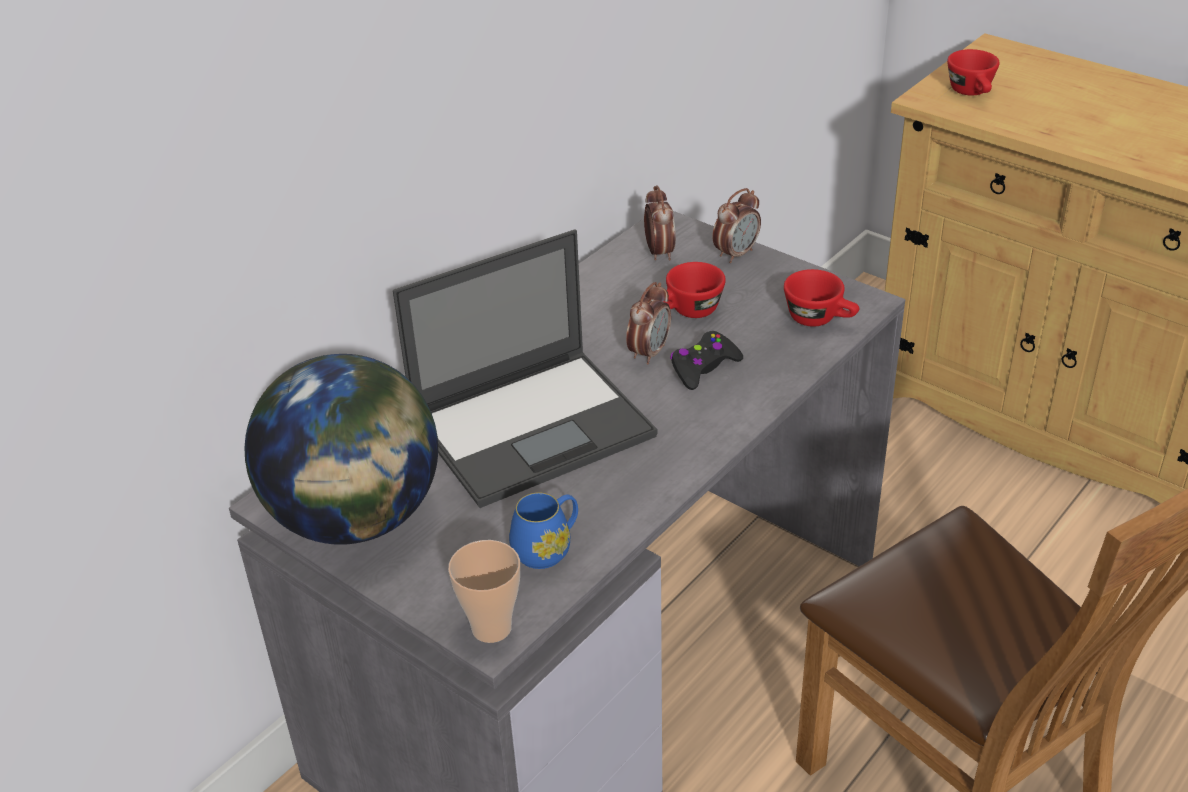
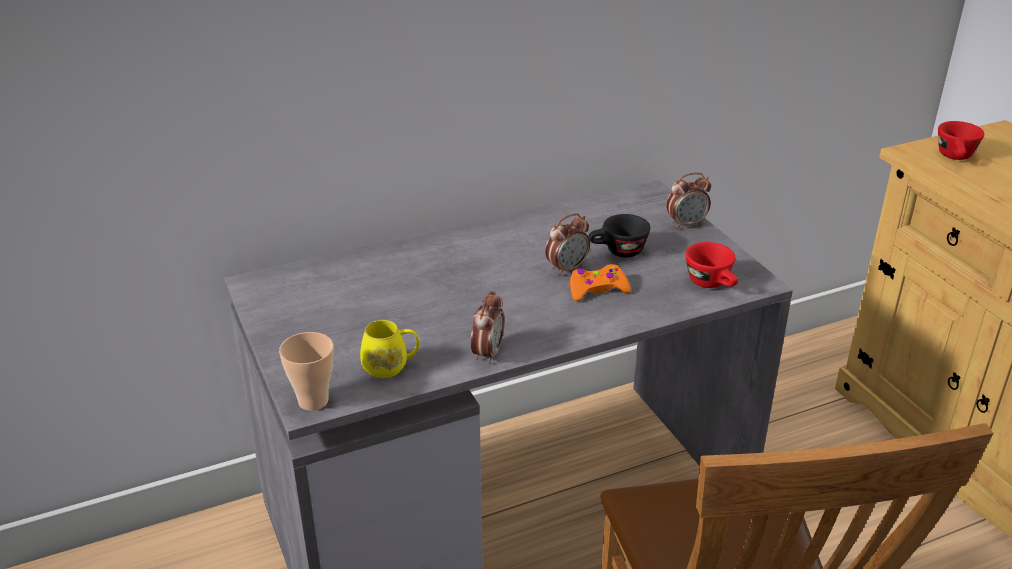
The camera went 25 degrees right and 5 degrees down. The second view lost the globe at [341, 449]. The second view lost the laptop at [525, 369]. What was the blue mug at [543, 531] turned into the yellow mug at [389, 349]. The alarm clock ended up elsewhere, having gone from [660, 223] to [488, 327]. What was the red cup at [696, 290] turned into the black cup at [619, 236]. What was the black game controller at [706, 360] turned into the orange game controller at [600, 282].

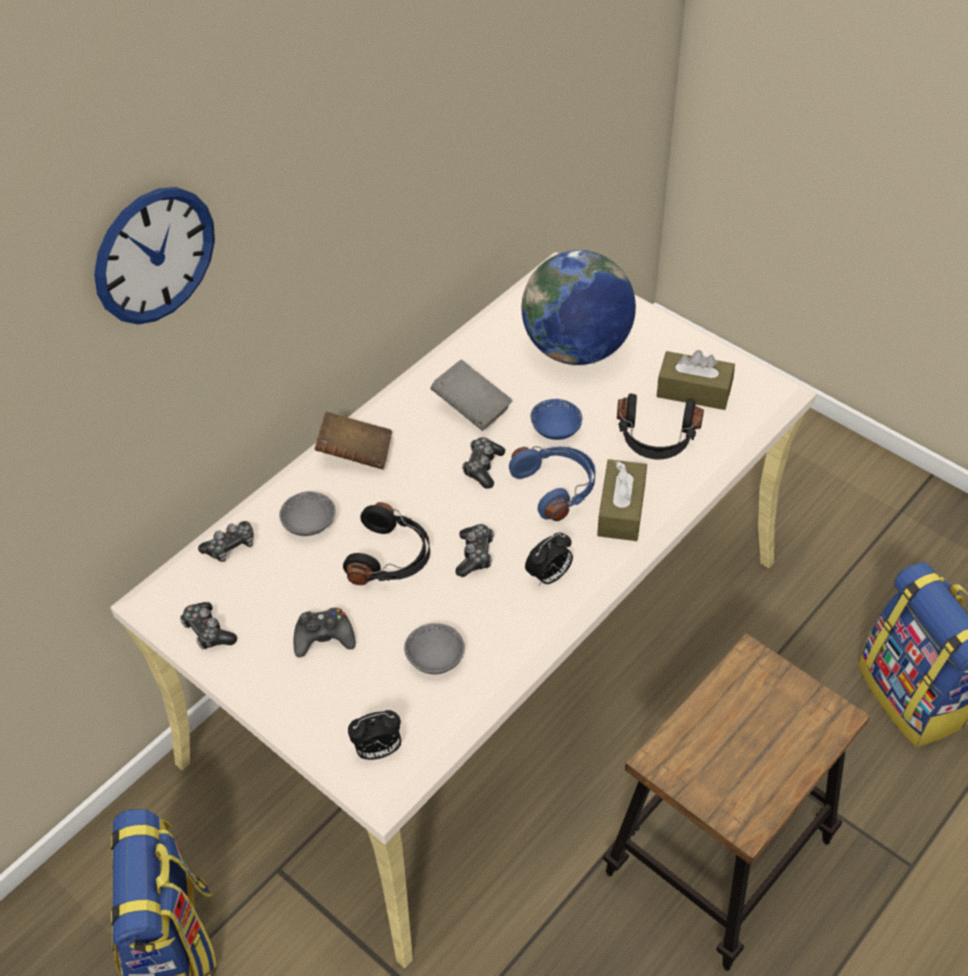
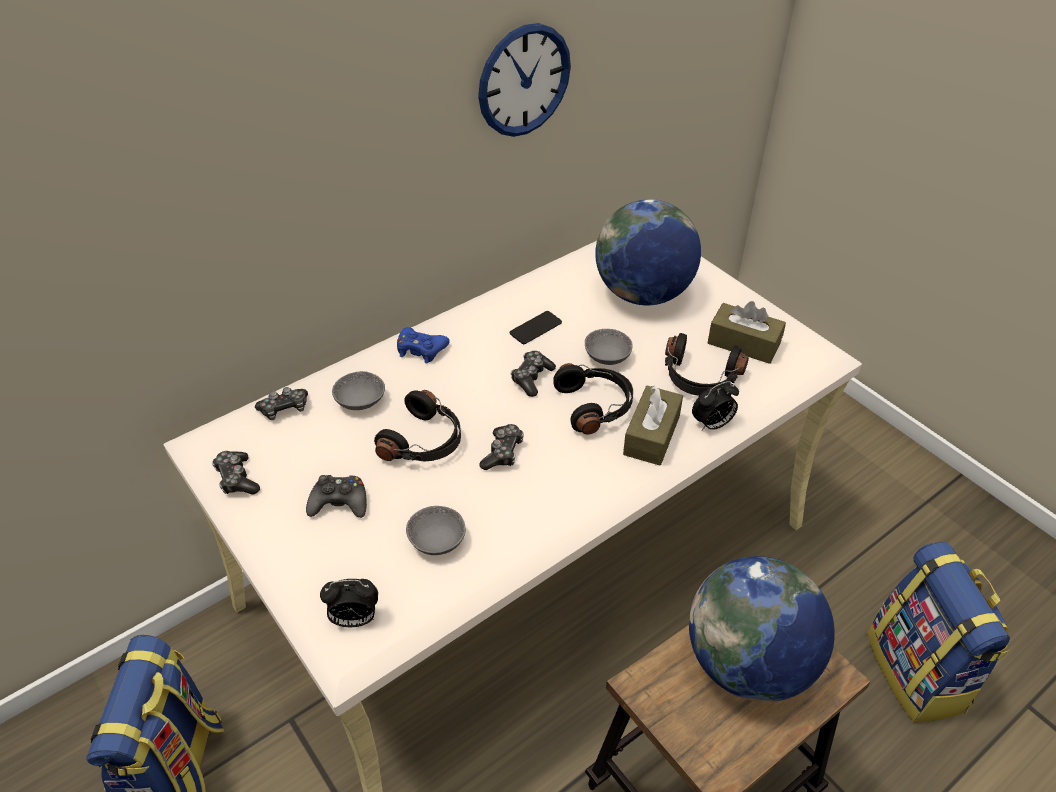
The camera went 10 degrees right and 5 degrees down. The wall clock ended up elsewhere, having gone from [154, 255] to [524, 80]. Where the brown book stood at [353, 441], the blue game controller came to stand at [423, 345]. Where the grey book stood at [471, 395], the phone came to stand at [536, 327]. What was the blue headphones at [552, 483] turned into the black headphones at [593, 399]. The alarm clock ended up elsewhere, having gone from [549, 559] to [715, 406]. What was the blue bowl at [556, 419] turned into the grey bowl at [609, 347]. The second view gained the globe at [762, 629].

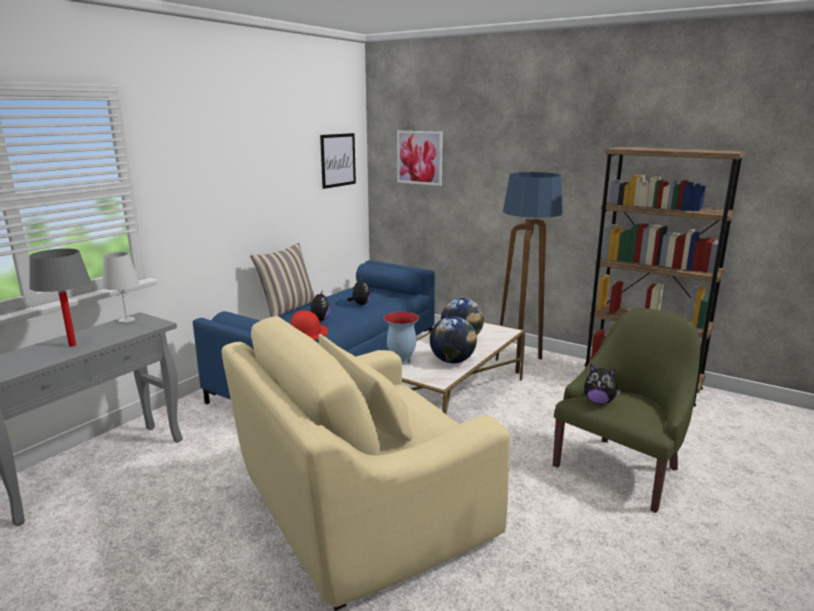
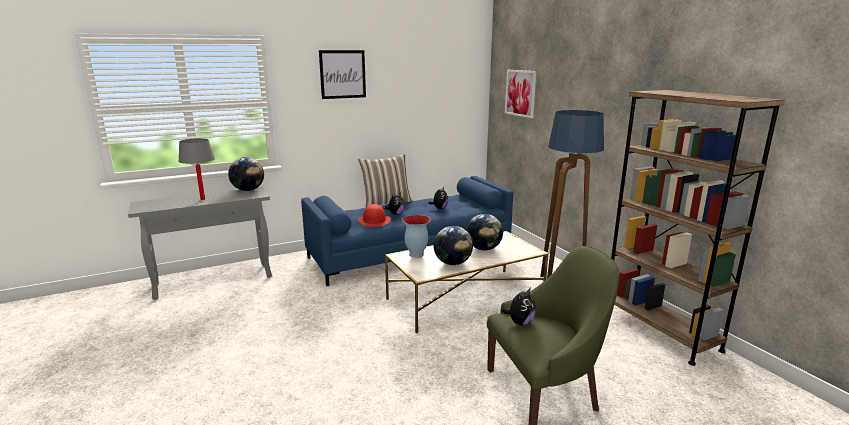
The camera went 30 degrees right and 0 degrees up. Where the white table lamp stood at [121, 287], the globe came to stand at [246, 174]. The second view lost the beige armchair at [365, 463]. The picture ended up elsewhere, having gone from [338, 161] to [342, 74]. The plush toy at [602, 384] ended up facing another way, 105 degrees counterclockwise from before.

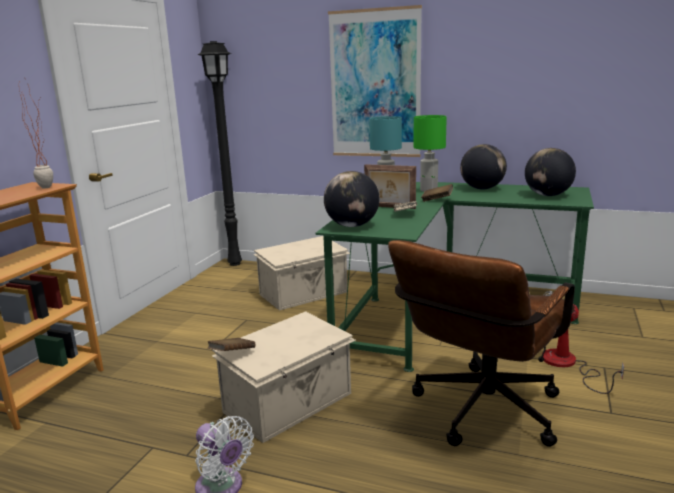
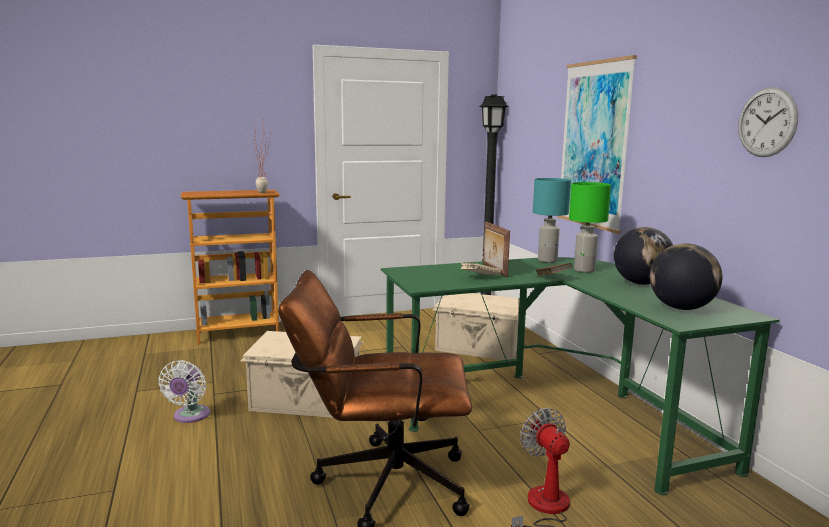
The camera went 50 degrees right and 5 degrees down. The second view lost the brown book at [231, 344]. The second view lost the globe at [352, 199]. The second view gained the wall clock at [768, 122].

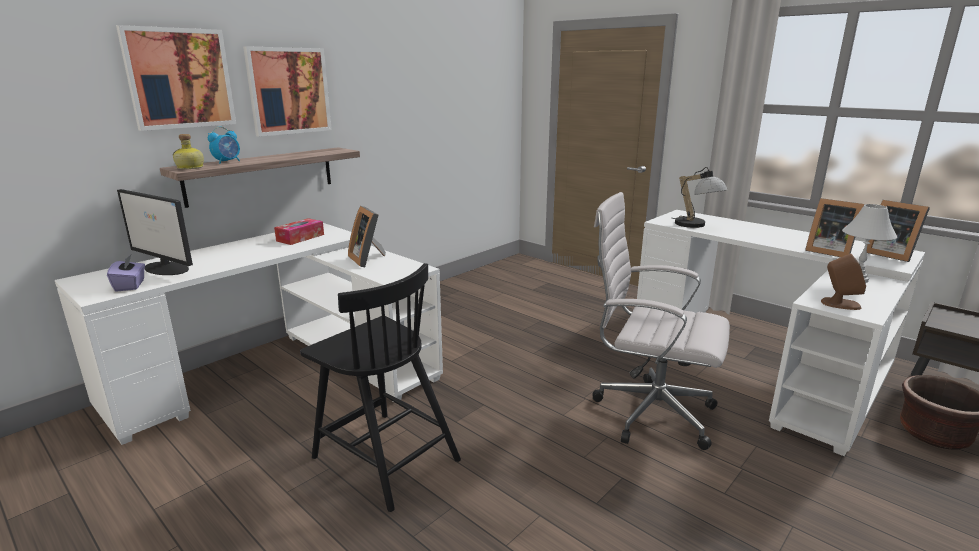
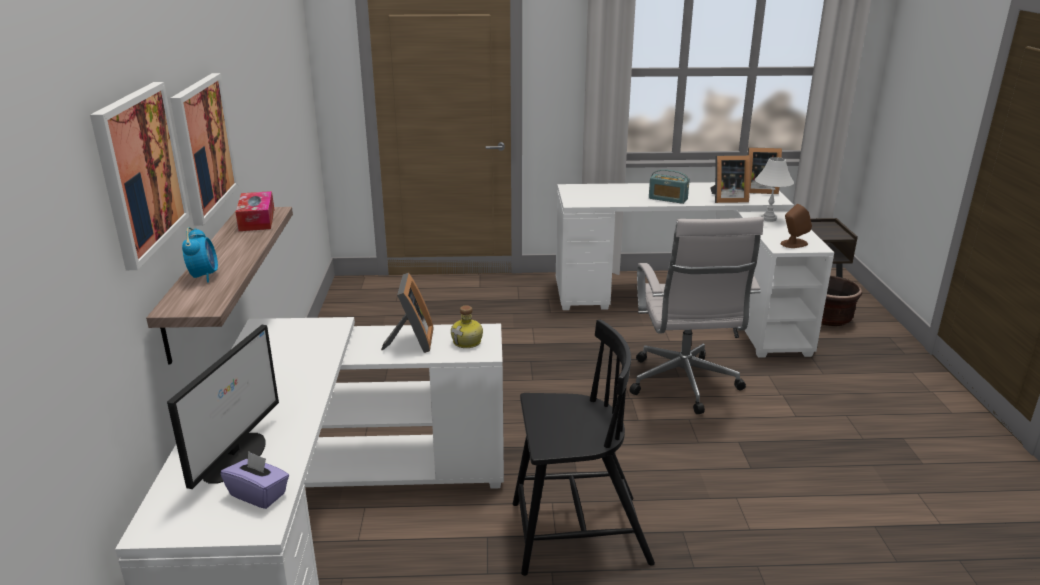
The camera went 45 degrees left and 5 degrees up. The monitor at [155, 232] ended up facing another way, 60 degrees counterclockwise from before. The bottle ended up elsewhere, having gone from [188, 151] to [467, 326]. The tissue box ended up elsewhere, having gone from [299, 231] to [255, 211]. The picture frame at [367, 236] ended up facing another way, 105 degrees counterclockwise from before. The white office chair at [661, 321] ended up facing another way, 75 degrees counterclockwise from before. The second view lost the table lamp at [699, 197]. The second view gained the radio at [669, 186].

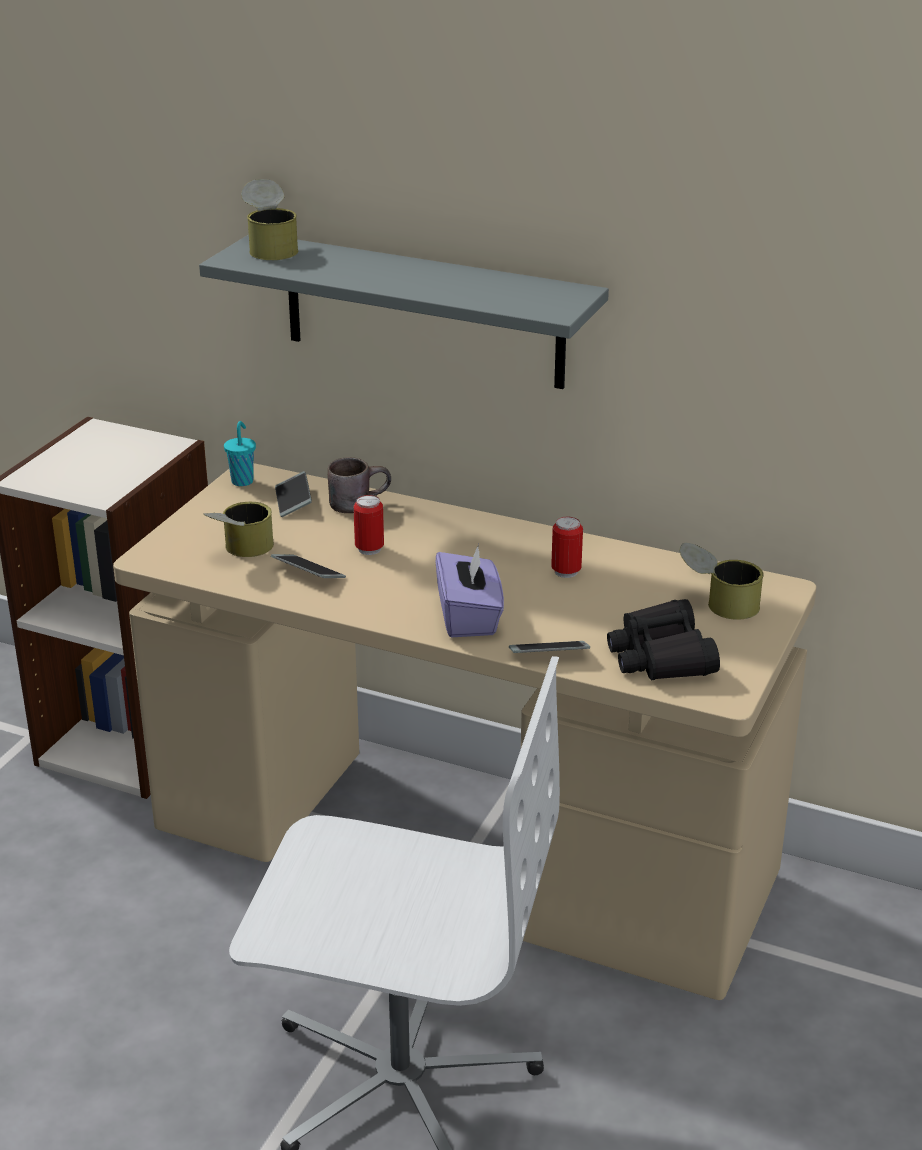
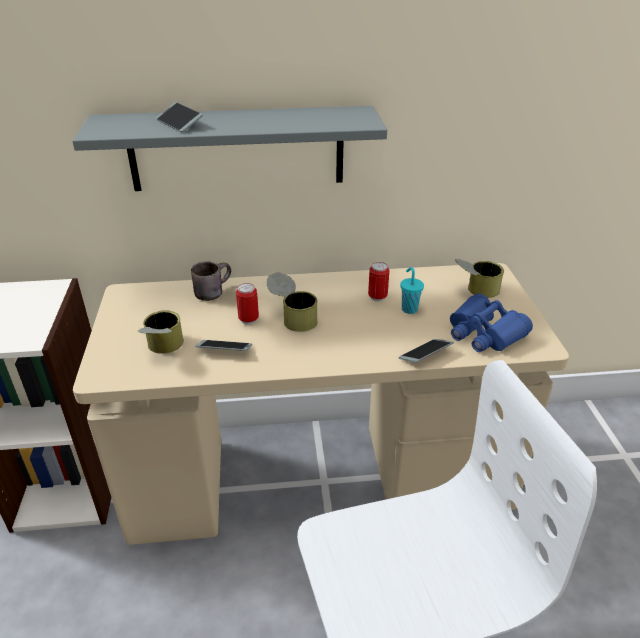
The camera went 30 degrees left and 5 degrees up. The turquoise cup ended up elsewhere, having gone from [240, 453] to [412, 290]. The can ended up elsewhere, having gone from [269, 219] to [292, 302]. The phone ended up elsewhere, having gone from [293, 494] to [179, 117]. The second view lost the purple tissue box at [470, 590]. What was the black binoculars at [663, 639] turned into the blue binoculars at [491, 322].

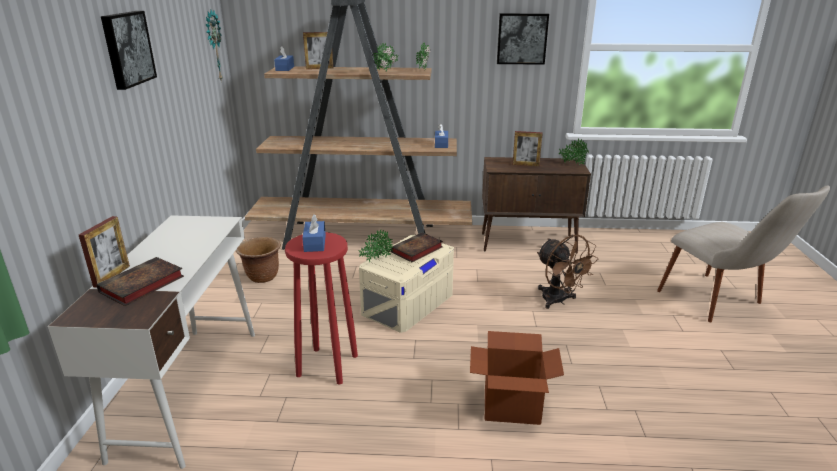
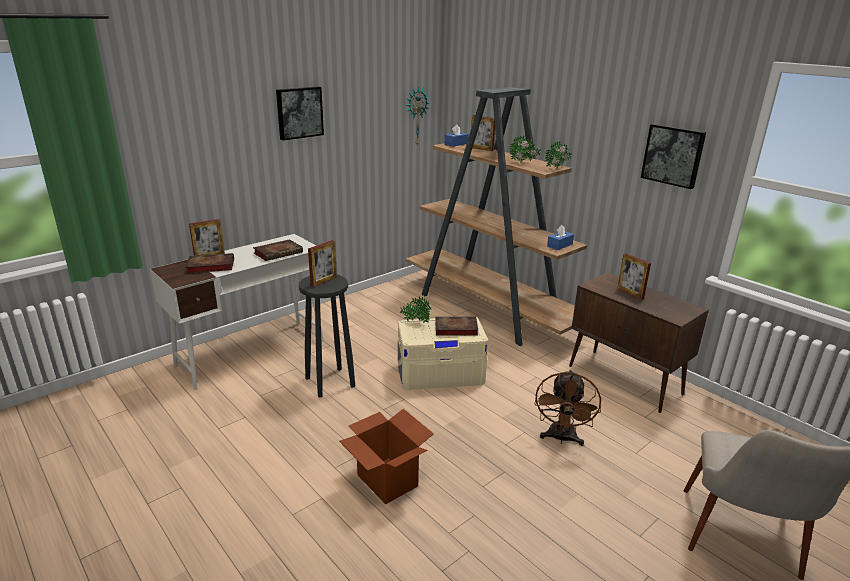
The camera went 45 degrees right and 0 degrees up. The second view lost the brown planter at [258, 260]. What was the red stool at [321, 308] turned into the black stool at [327, 336]. Where the blue tissue box stood at [314, 233], the picture frame came to stand at [322, 263]. The second view lost the potted plant at [573, 152]. The second view gained the book at [278, 250].

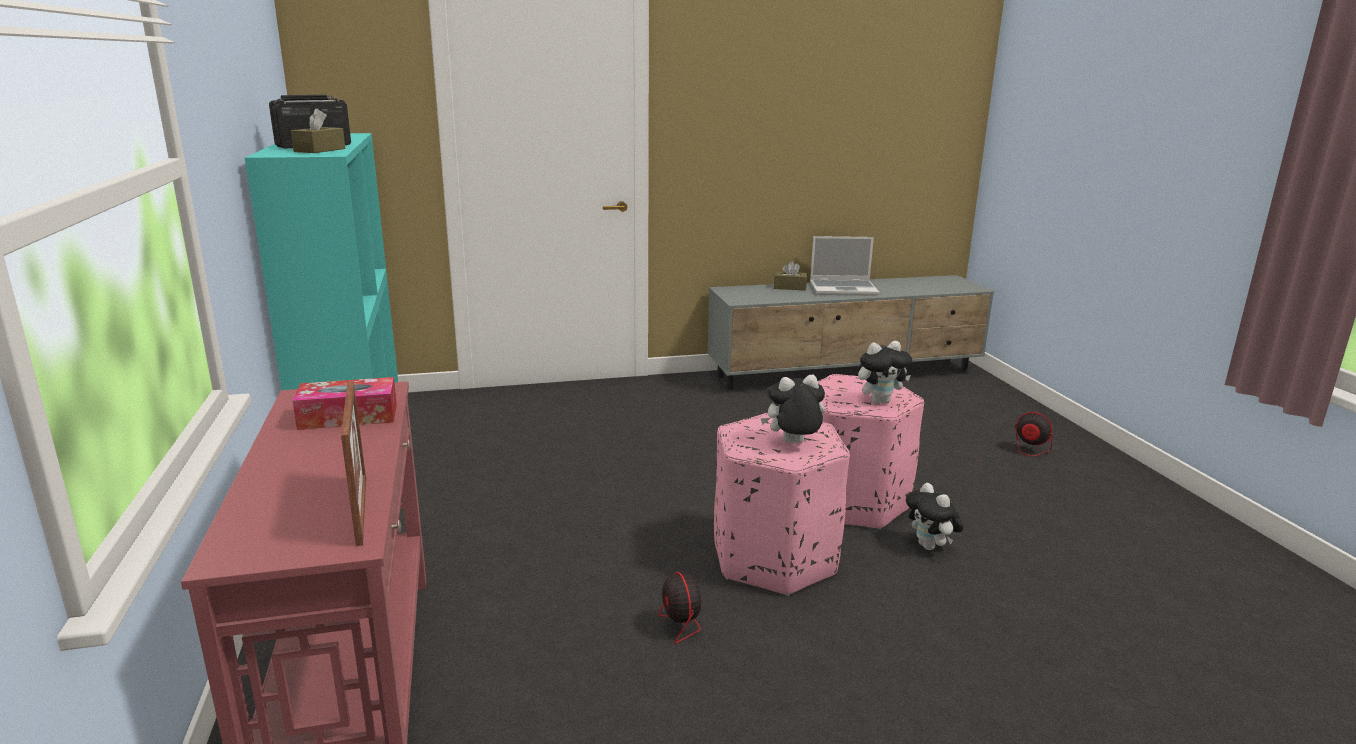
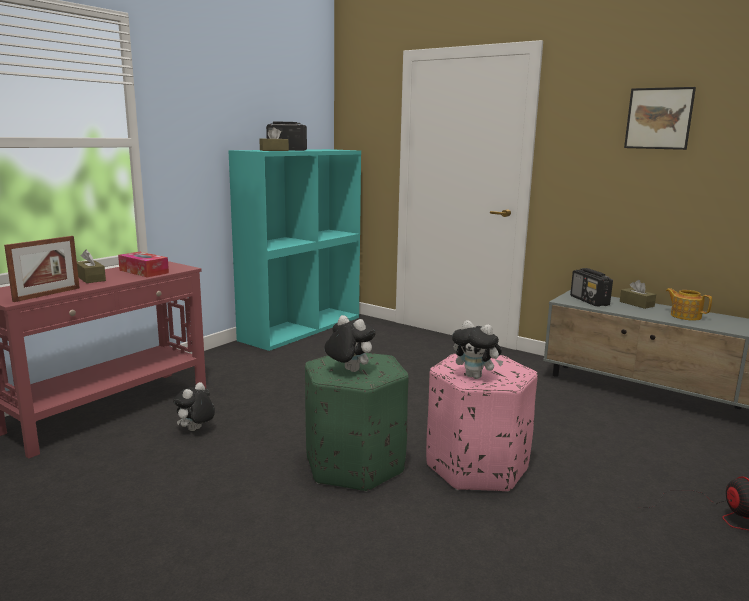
The camera went 50 degrees right and 5 degrees down. The second view lost the fan at [728, 620]. What was the pink ottoman at [782, 504] turned into the green ottoman at [357, 422]. Where the laptop stood at [844, 266], the teapot came to stand at [689, 304]. The plush toy ended up elsewhere, having gone from [934, 516] to [194, 406]. The second view gained the brown tissue box at [91, 266]. The second view gained the radio at [591, 287]. The second view gained the picture at [660, 118].

